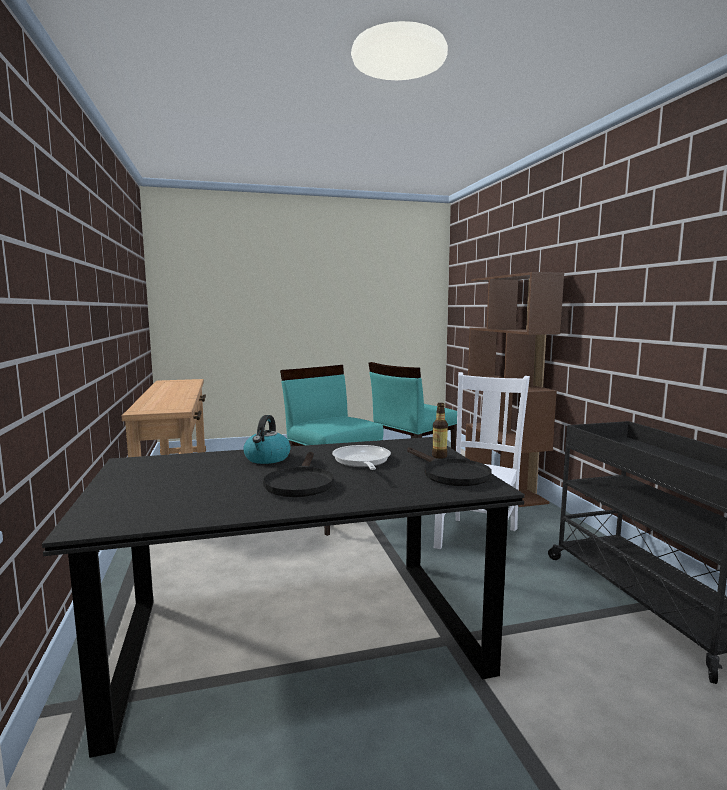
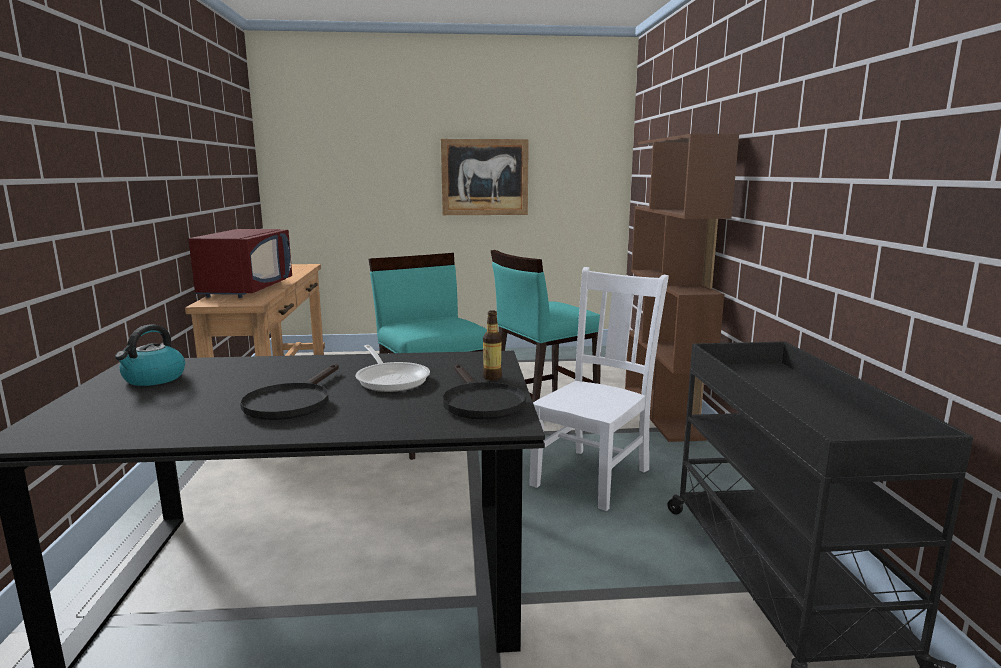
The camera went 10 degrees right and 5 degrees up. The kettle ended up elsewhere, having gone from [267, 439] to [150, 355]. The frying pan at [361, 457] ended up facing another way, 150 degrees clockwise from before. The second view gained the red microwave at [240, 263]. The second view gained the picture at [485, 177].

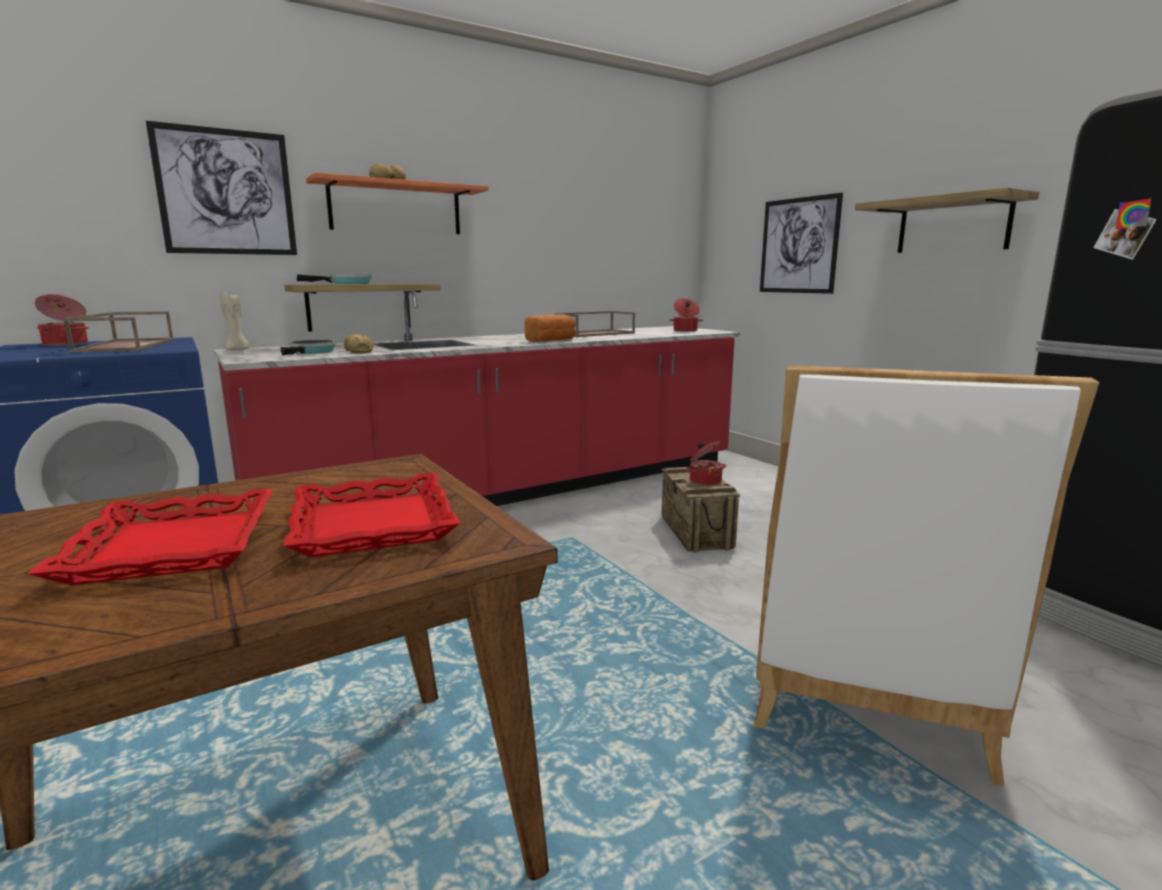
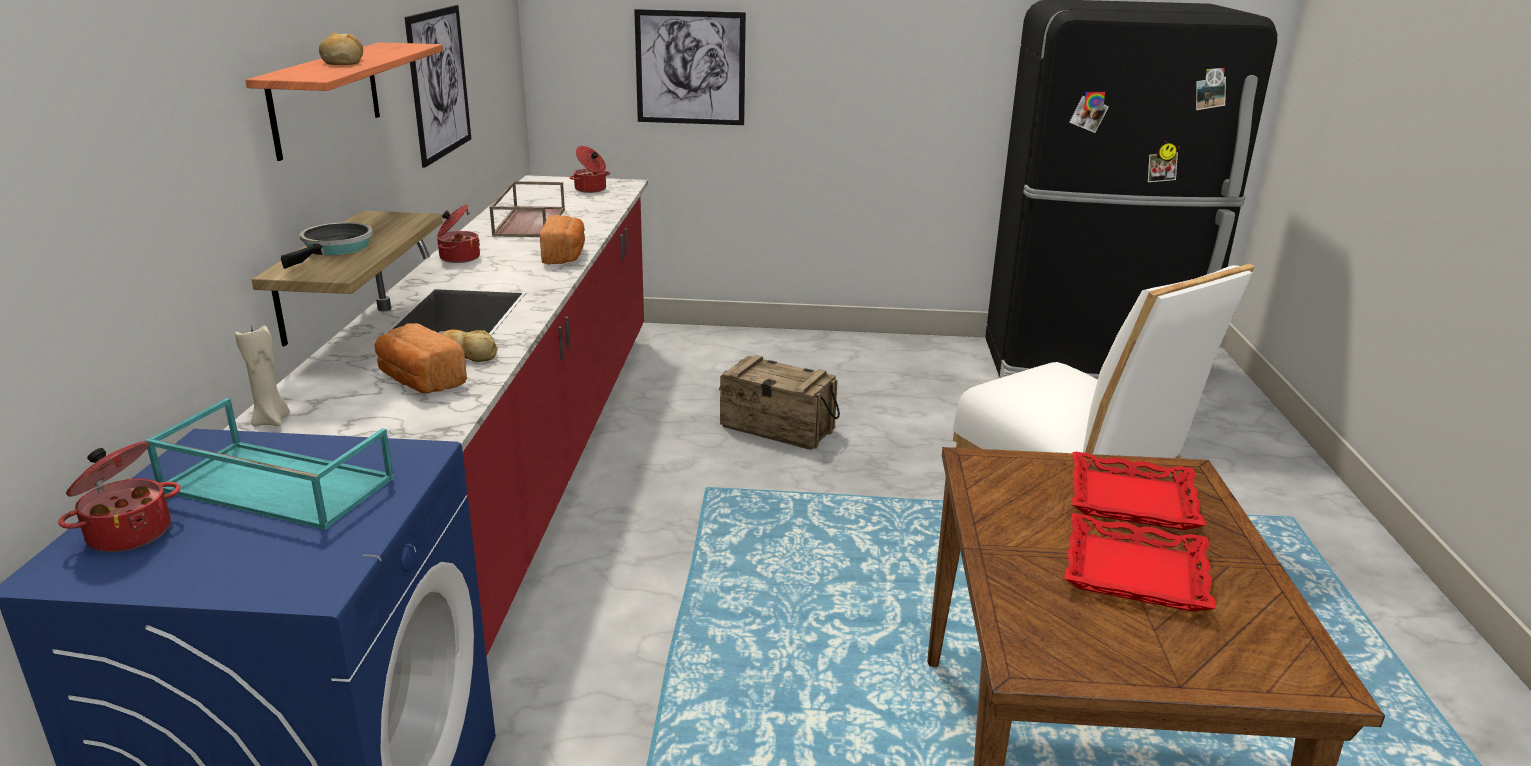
The camera went 55 degrees left and 10 degrees up. What was the brown tray at [118, 332] turned into the turquoise tray at [269, 464]. The picture ended up elsewhere, having gone from [221, 188] to [437, 86]. Where the frying pan stood at [308, 348], the bread came to stand at [421, 358]. The cooking pot ended up elsewhere, having gone from [705, 463] to [458, 233]. The second view lost the shelf at [947, 220].

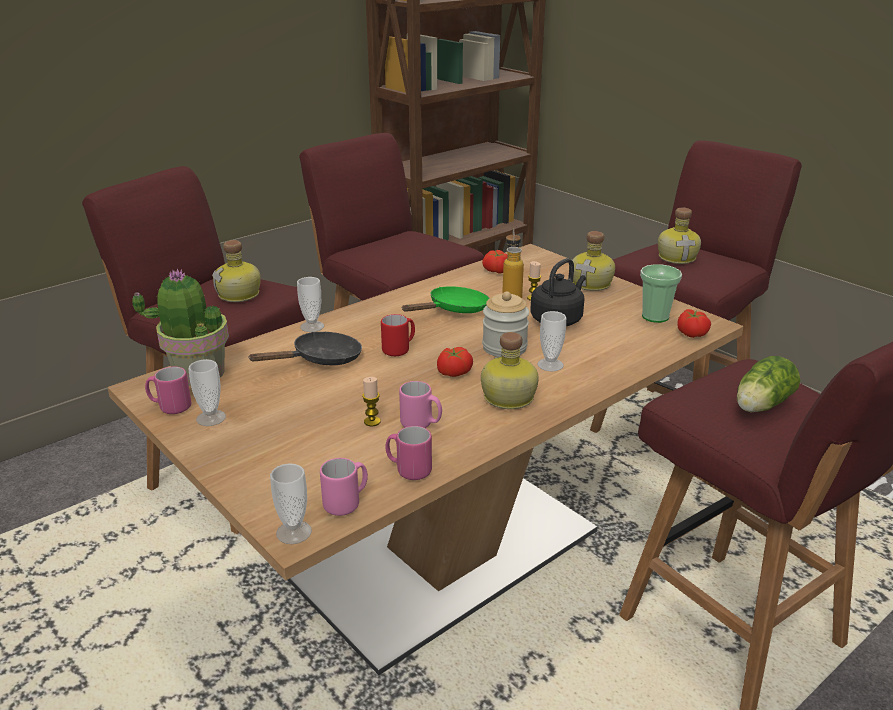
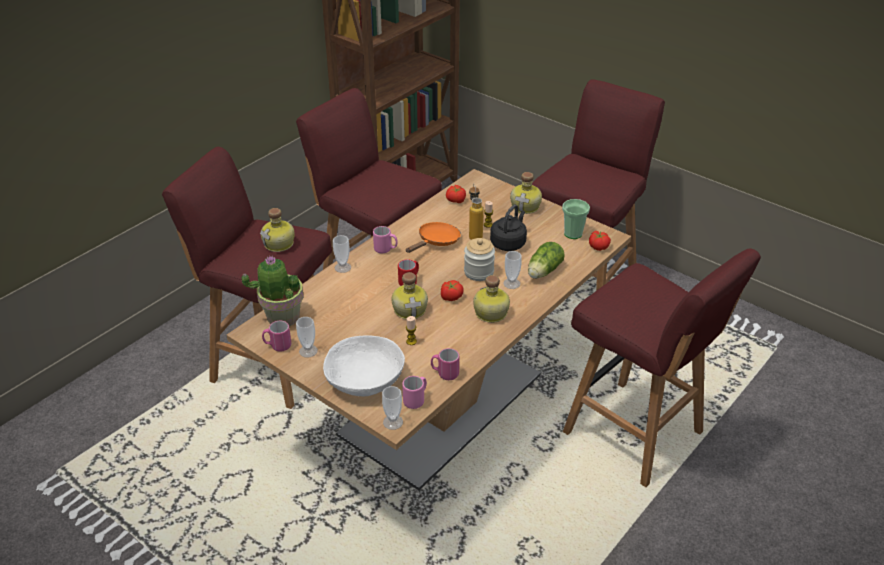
The camera went 10 degrees left and 10 degrees up. The second view lost the black frying pan at [305, 348]. The pink mug ended up elsewhere, having gone from [420, 404] to [385, 239]. What was the green frying pan at [445, 299] turned into the orange frying pan at [433, 237]. The bottle ended up elsewhere, having gone from [679, 236] to [409, 295]. The lettuce ended up elsewhere, having gone from [768, 384] to [546, 260]. The second view gained the white bowl at [364, 366].

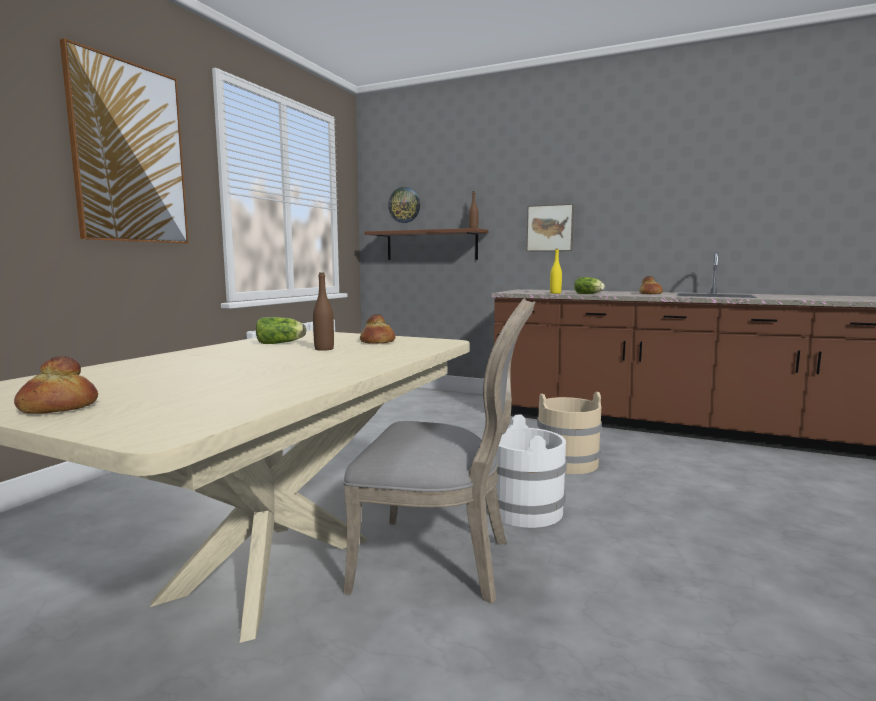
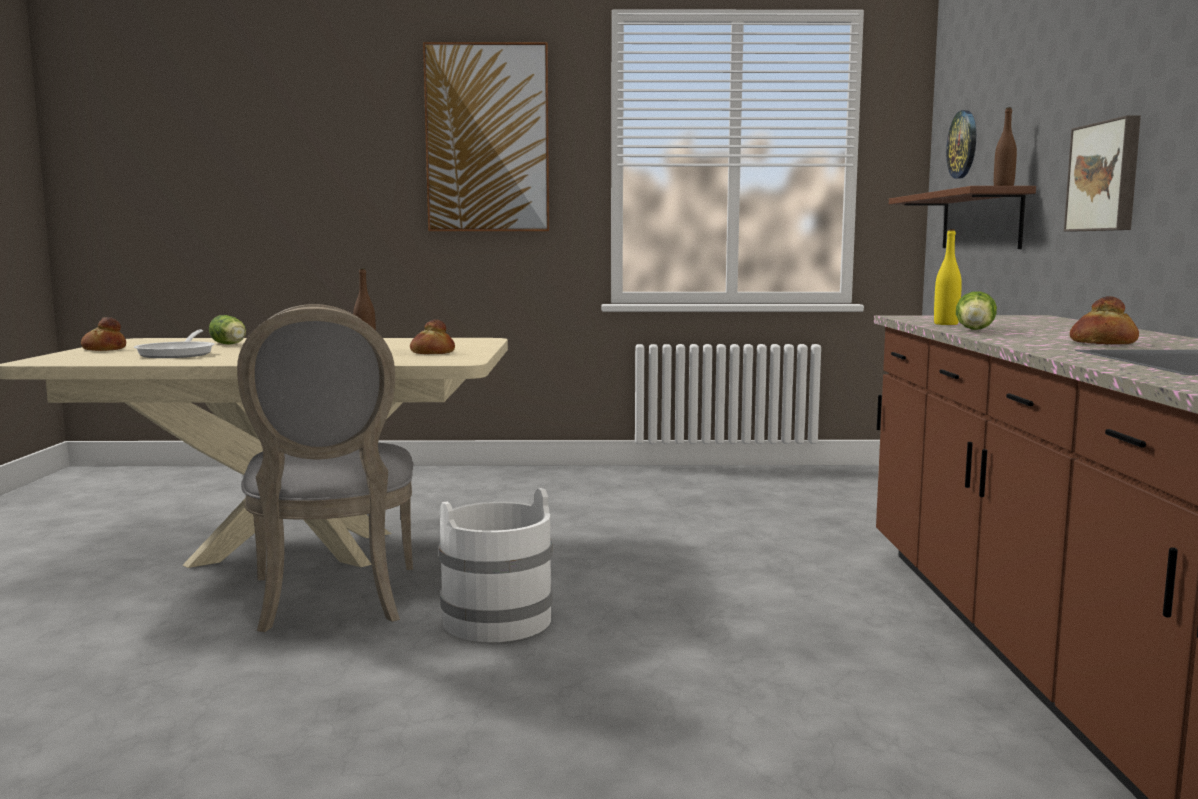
The camera went 65 degrees right and 0 degrees up. The lettuce ended up elsewhere, having gone from [281, 330] to [227, 329]. The second view lost the beige bucket at [569, 433]. The second view gained the frying pan at [174, 343].

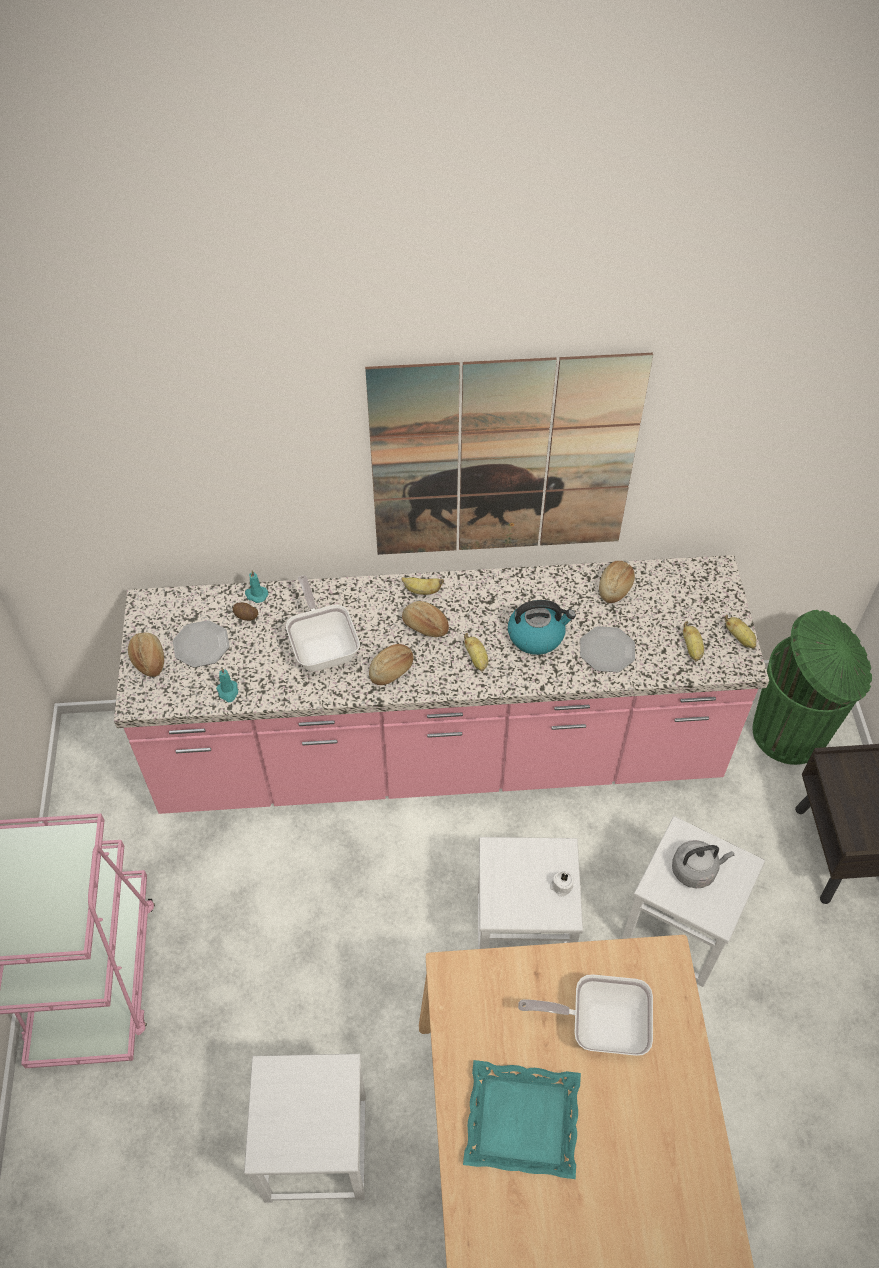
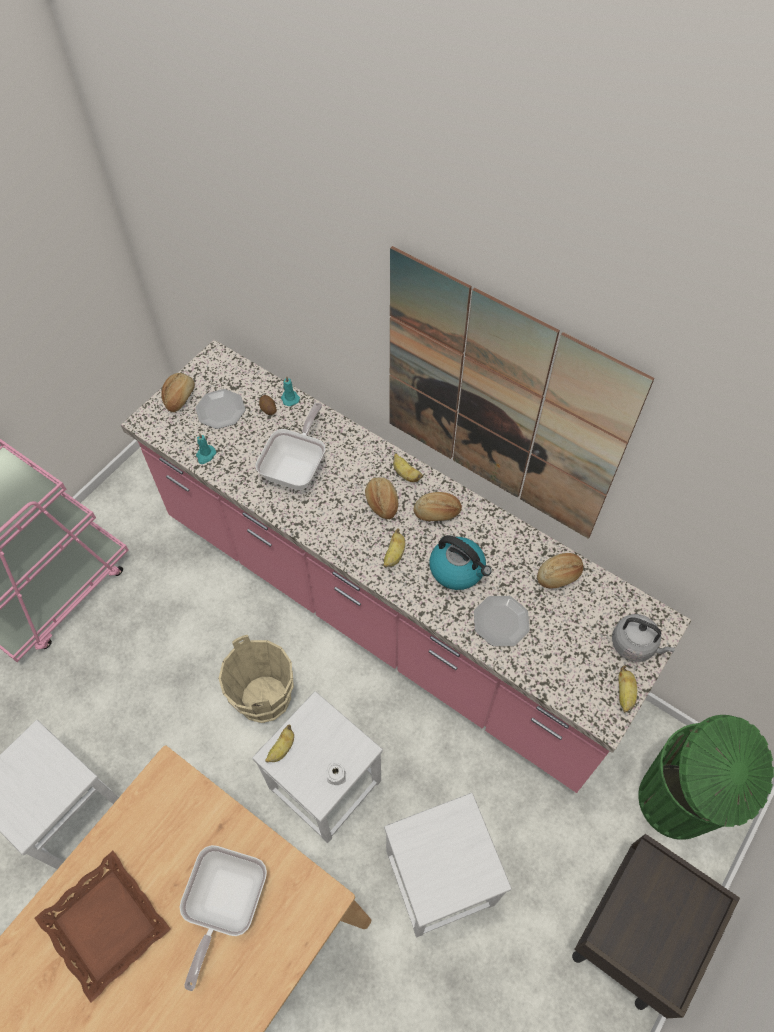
The camera went 40 degrees right and 5 degrees up. The bread ended up elsewhere, having gone from [391, 664] to [437, 506]. What was the turquoise tray at [522, 1119] turned into the brown tray at [102, 927]. The frying pan at [585, 1015] ended up facing another way, 120 degrees counterclockwise from before. The grey kettle ended up elsewhere, having gone from [703, 864] to [643, 638]. The banana ended up elsewhere, having gone from [693, 641] to [279, 743]. The second view gained the beige bucket at [256, 679].

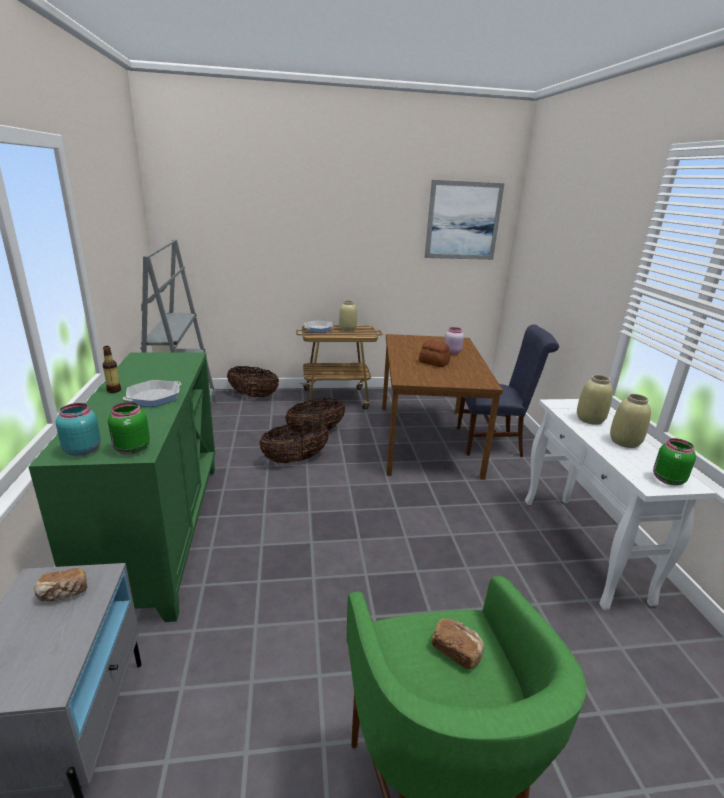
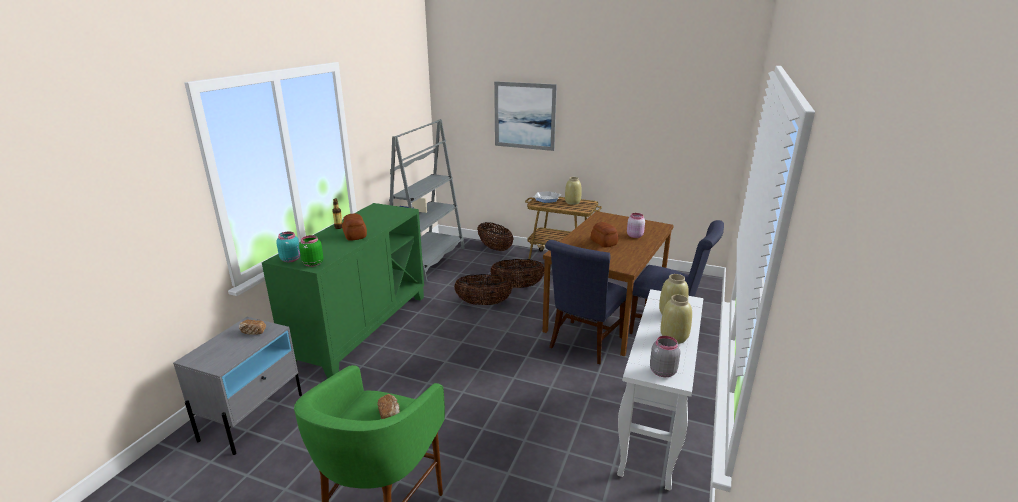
The camera went 30 degrees right and 0 degrees up. Where the frying pan stood at [152, 393], the bread came to stand at [354, 227]. The picture ended up elsewhere, having gone from [465, 220] to [525, 116]. What was the green jar at [674, 462] turned into the grey jar at [665, 356]. The second view gained the blue chair at [586, 302].

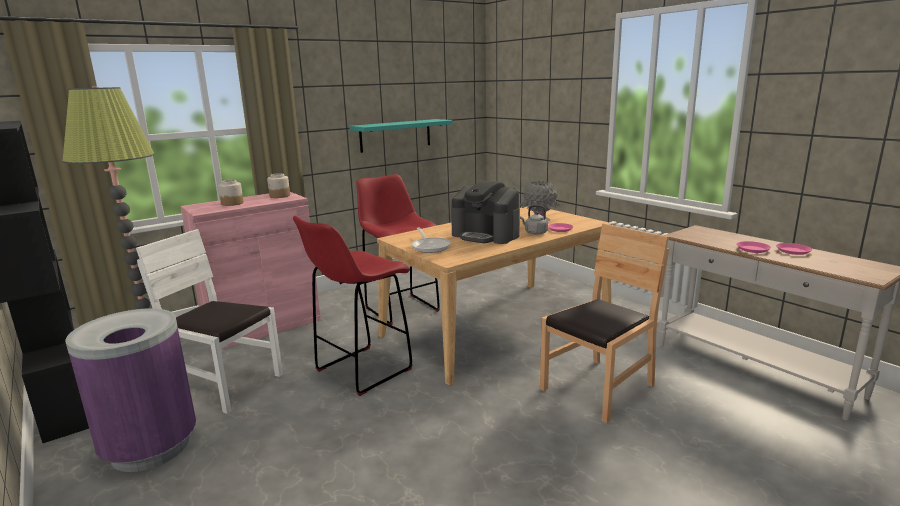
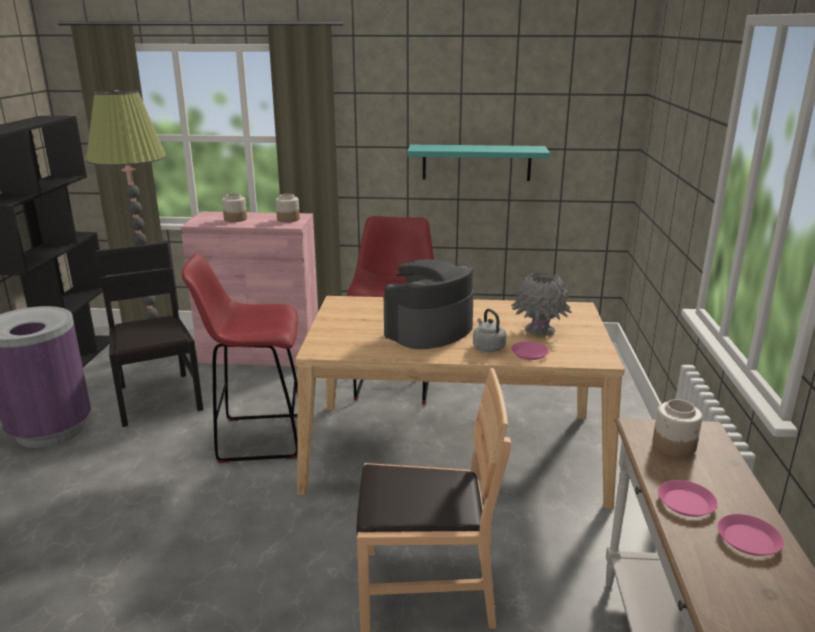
The camera went 40 degrees right and 5 degrees up. What was the white chair at [209, 321] turned into the black chair at [149, 334]. The second view lost the frying pan at [431, 240]. The coffee machine at [485, 212] ended up facing another way, 60 degrees clockwise from before. The second view gained the jar at [678, 428].

